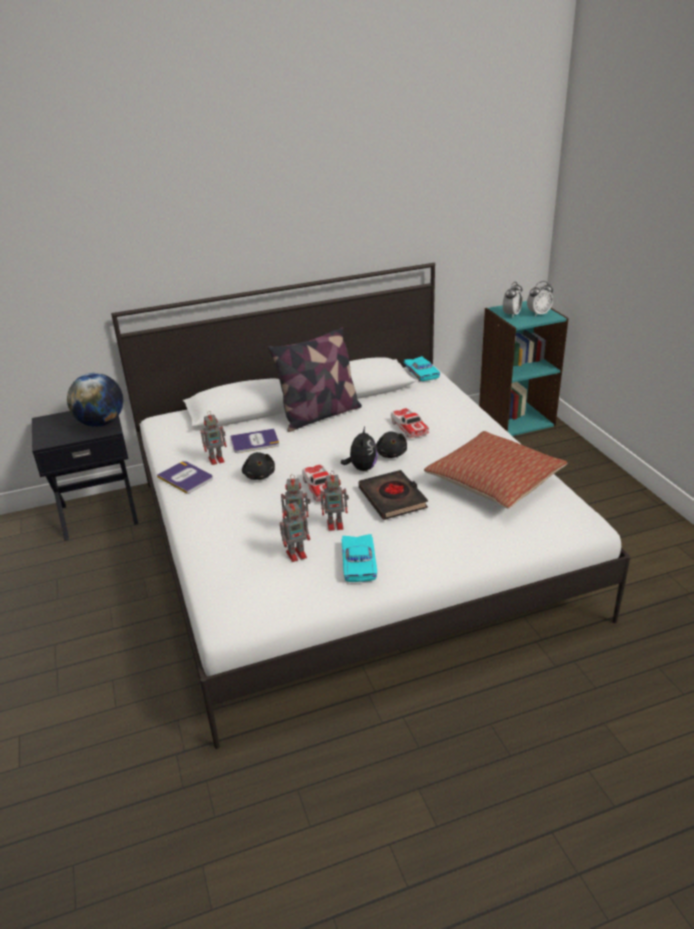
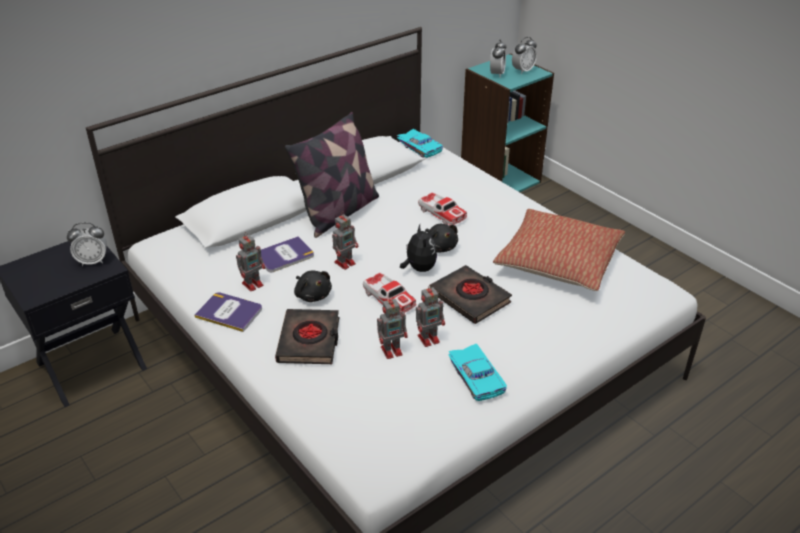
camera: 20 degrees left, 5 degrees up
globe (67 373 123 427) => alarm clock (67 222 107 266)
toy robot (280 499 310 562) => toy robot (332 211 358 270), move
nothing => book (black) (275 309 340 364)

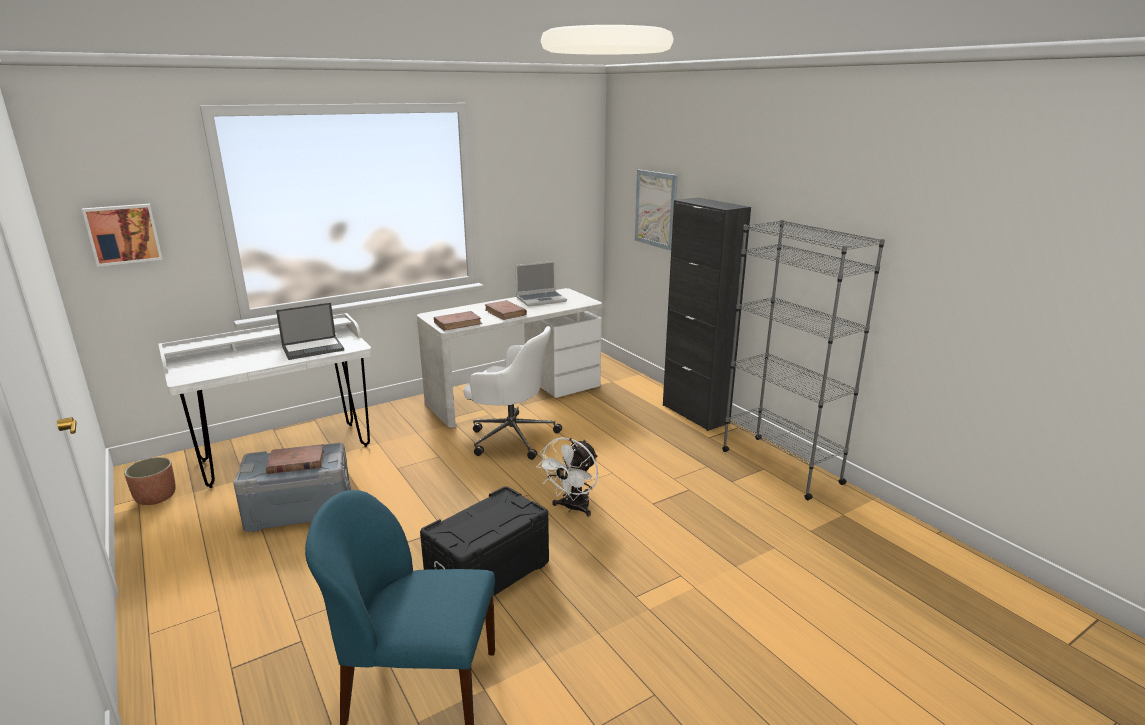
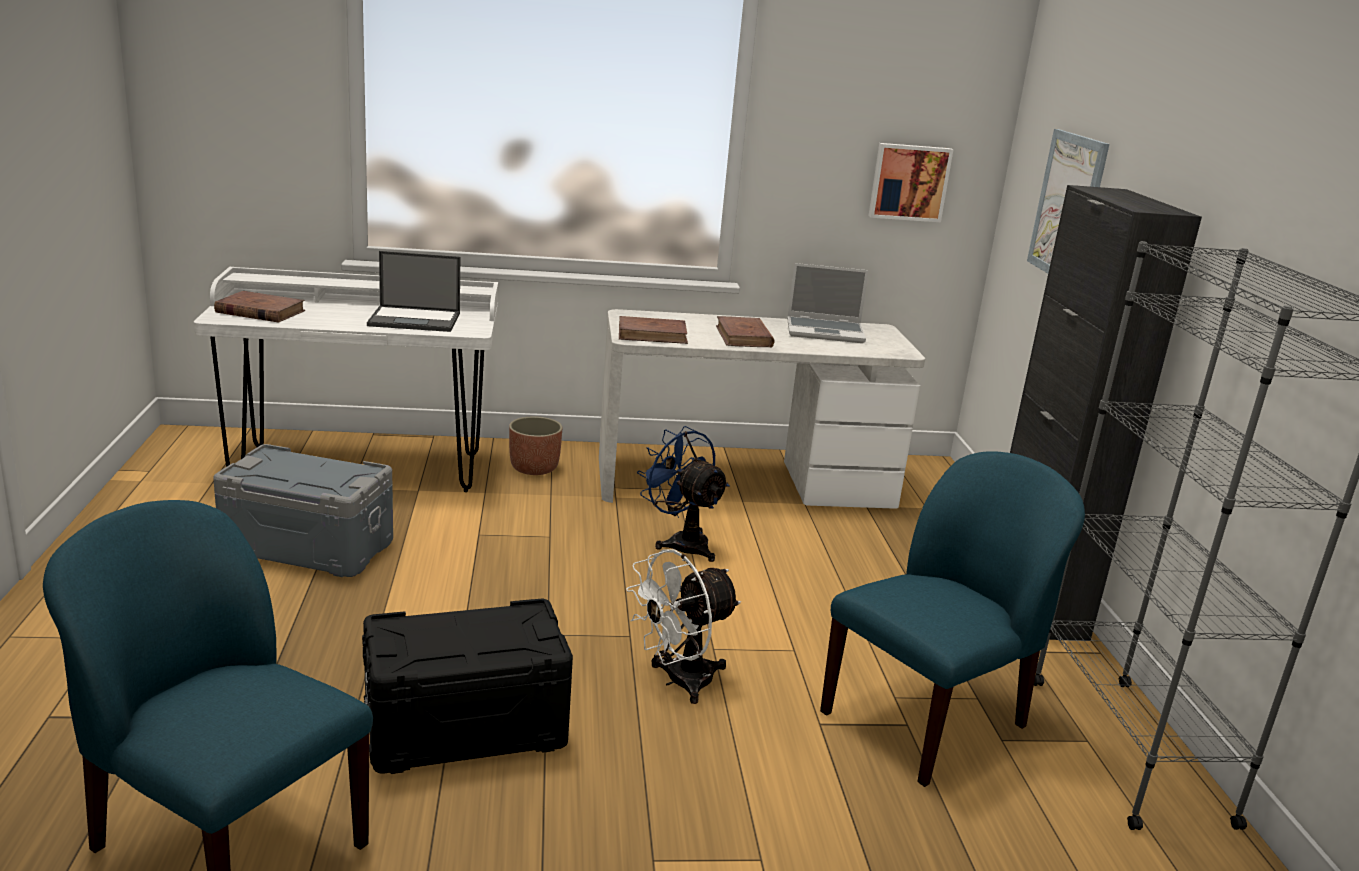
camera: 25 degrees right, 0 degrees up
picture (82 204 163 267) => picture (869 143 953 222), move
planter (124 457 176 505) => planter (509 416 563 475), move
book (brown) (266 444 324 474) => book (brown) (214 291 305 323), move
office chair (white) (463 326 562 460) => fan (blue) (637 426 730 562)
nothing => chair (blue) (820 451 1085 787)

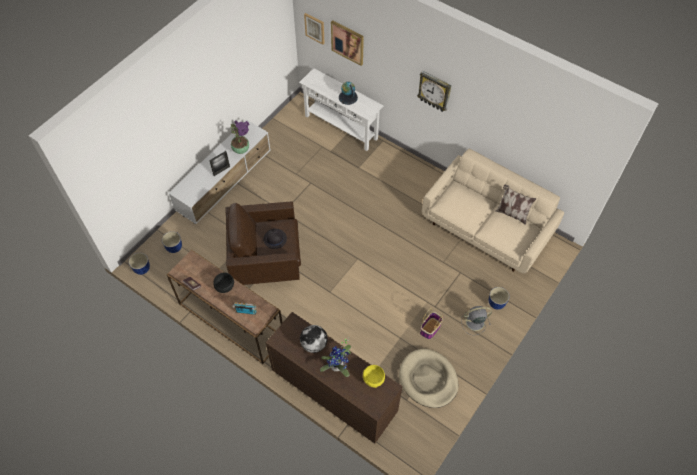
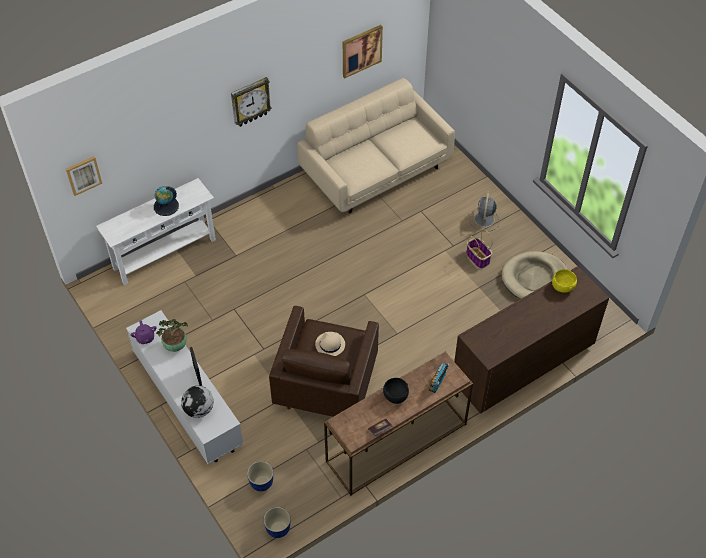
camera: 70 degrees left, 5 degrees down
hat (black) (263 229 287 249) => hat (beige) (315 332 345 356)
globe (300 325 328 353) => globe (181 386 214 418), move
potted plant (320 338 351 377) => nothing
picture (331 20 364 66) => picture (343 25 383 78), move
planter (489 287 509 310) => nothing
pillow (495 184 536 225) => nothing

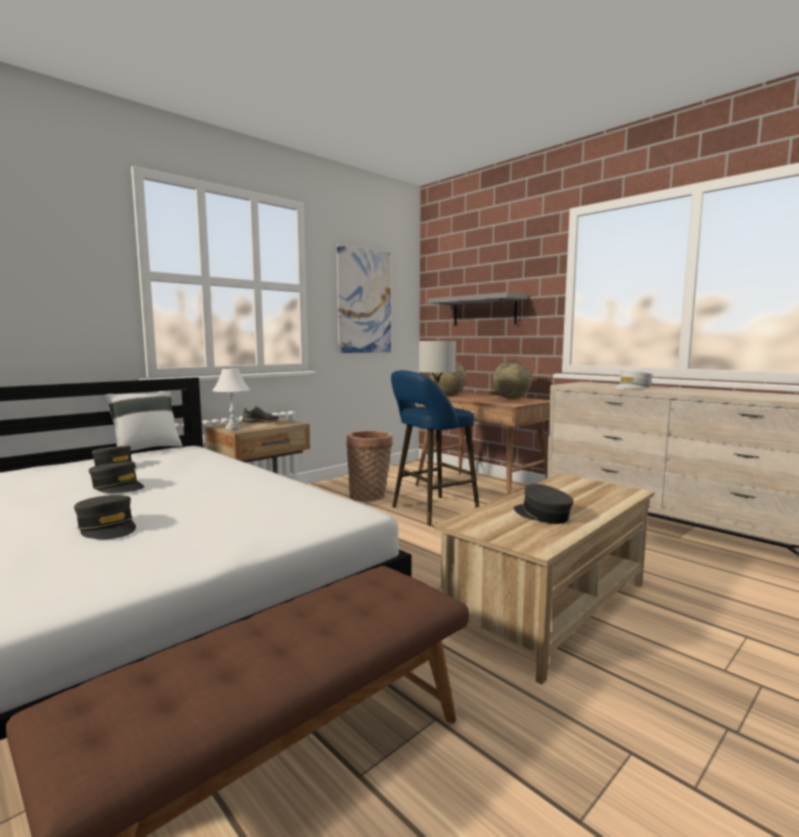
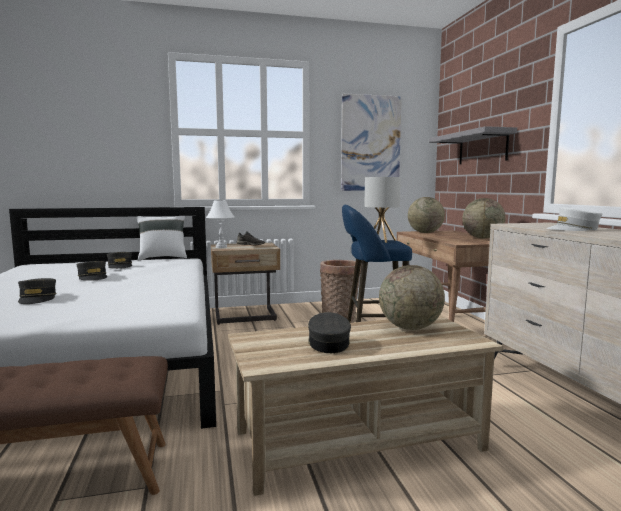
camera: 30 degrees right, 0 degrees up
nothing => globe (379 265 445 330)

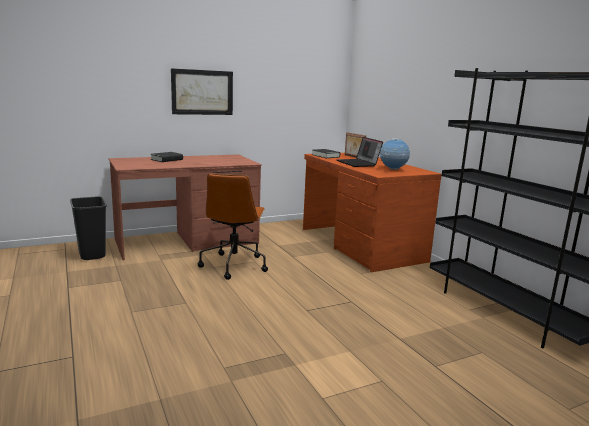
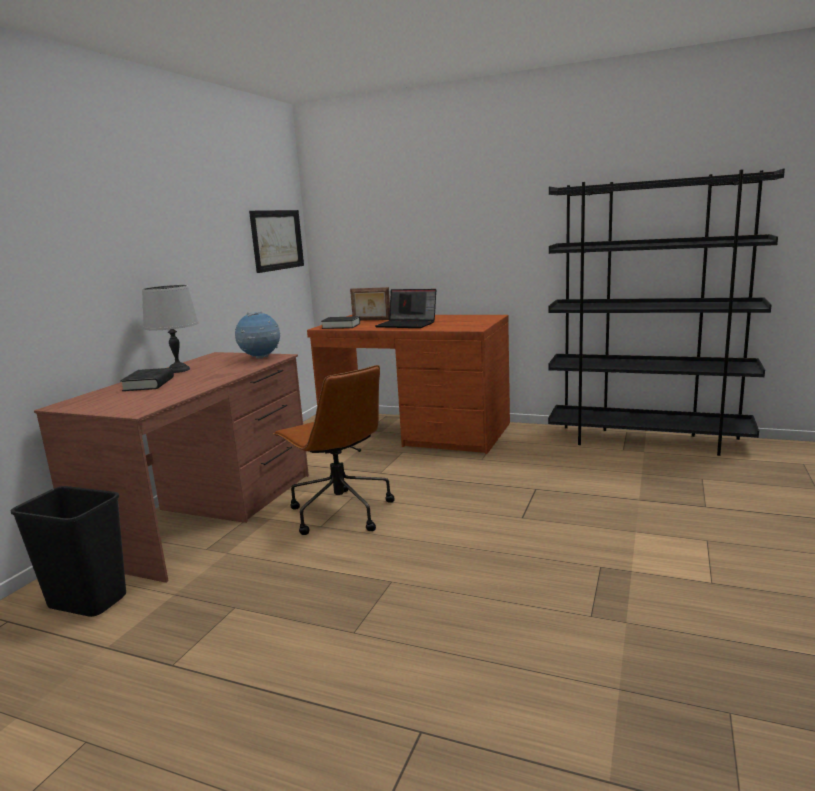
camera: 40 degrees left, 0 degrees up
picture (171 68 233 115) => picture (249 210 304 273), move
globe (380 138 410 170) => globe (235 311 280 359), move
nothing => table lamp (grey) (142 285 198 373)

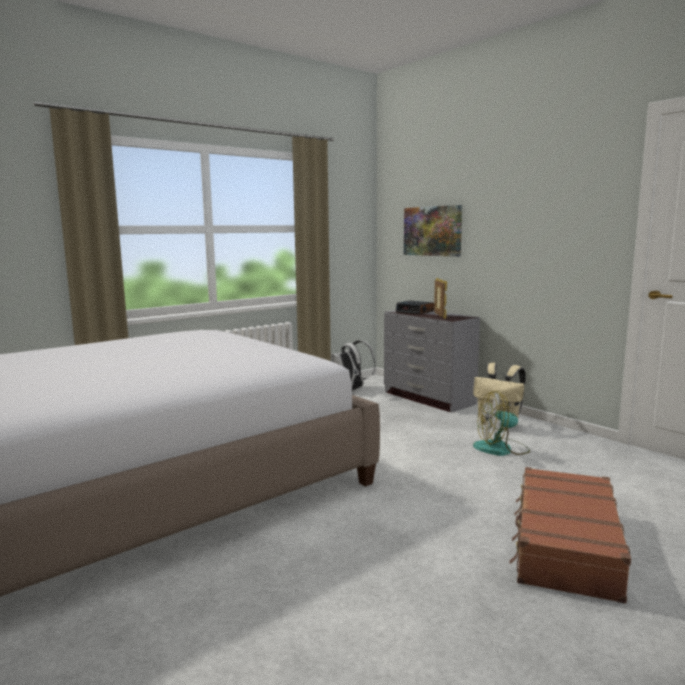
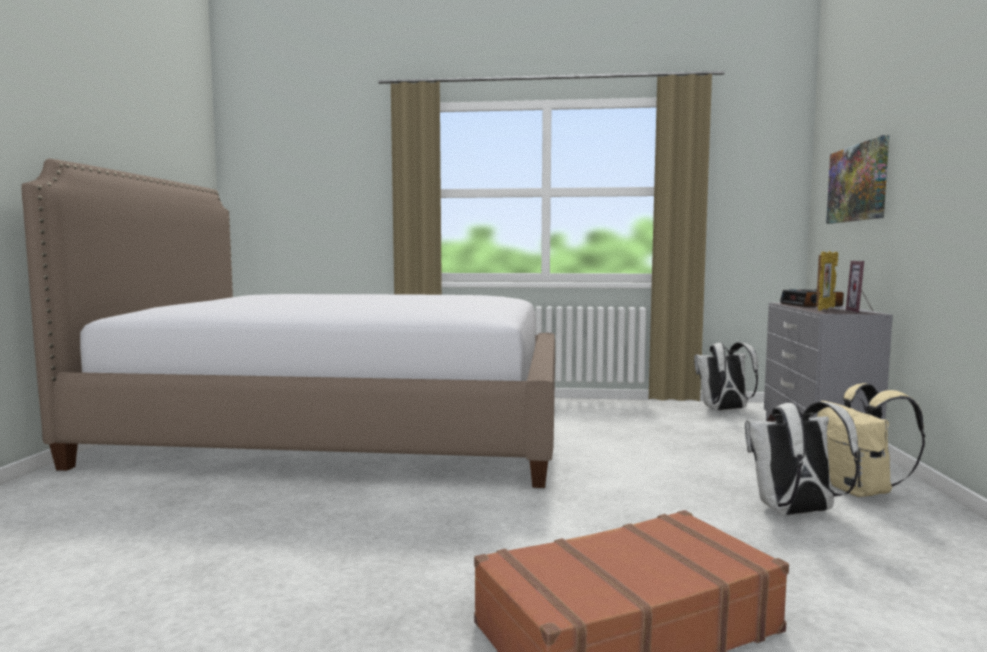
camera: 45 degrees right, 5 degrees down
fan (473 391 530 456) => backpack (white) (745 402 859 516)
nothing => picture frame (846 261 873 313)

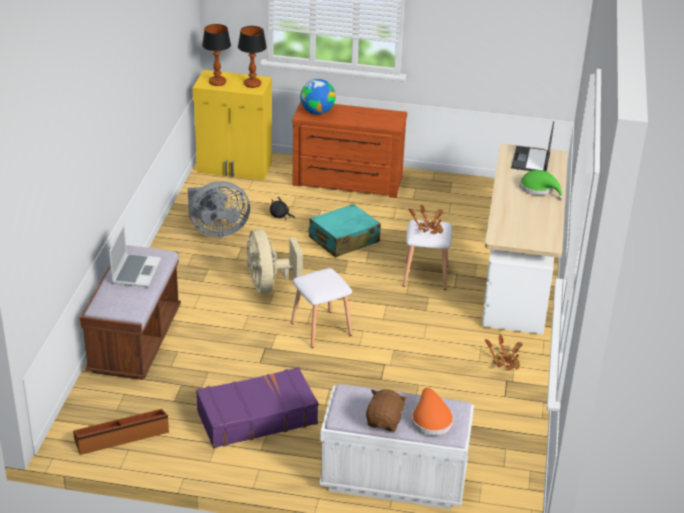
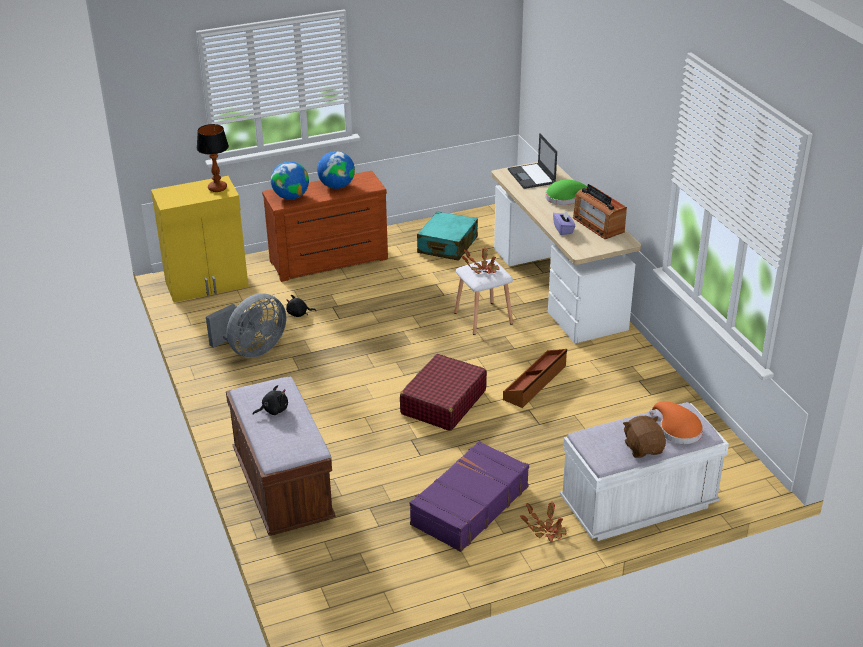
camera: 30 degrees left, 0 degrees up
storage box (brown) (73 409 169 455) => storage box (brown) (503 349 567 408), move
laptop (109 224 161 287) => plush toy (black) (253 385 288 415)
table lamp (202 24 231 86) => nothing
fan (beige) (246 229 303 294) => nothing
stool (white) (291 268 352 348) => suitcase (red) (400 354 487 431)
suitcase (turquoise) (309 204 381 257) => suitcase (turquoise) (417 211 478 261), move
potted plant (485 335 523 370) => potted plant (520 502 567 542), move
nothing => globe (317 151 355 189)
nothing => tissue box (purple) (553 211 576 235)
nothing => radio (573 184 627 239)

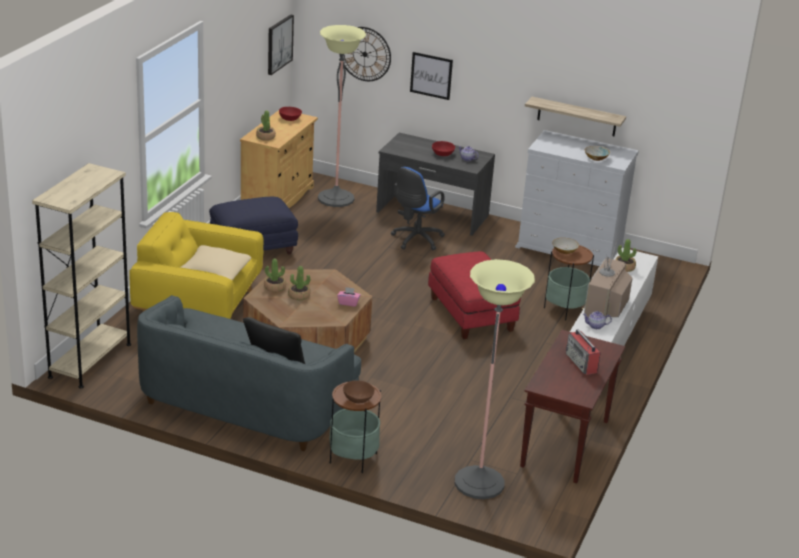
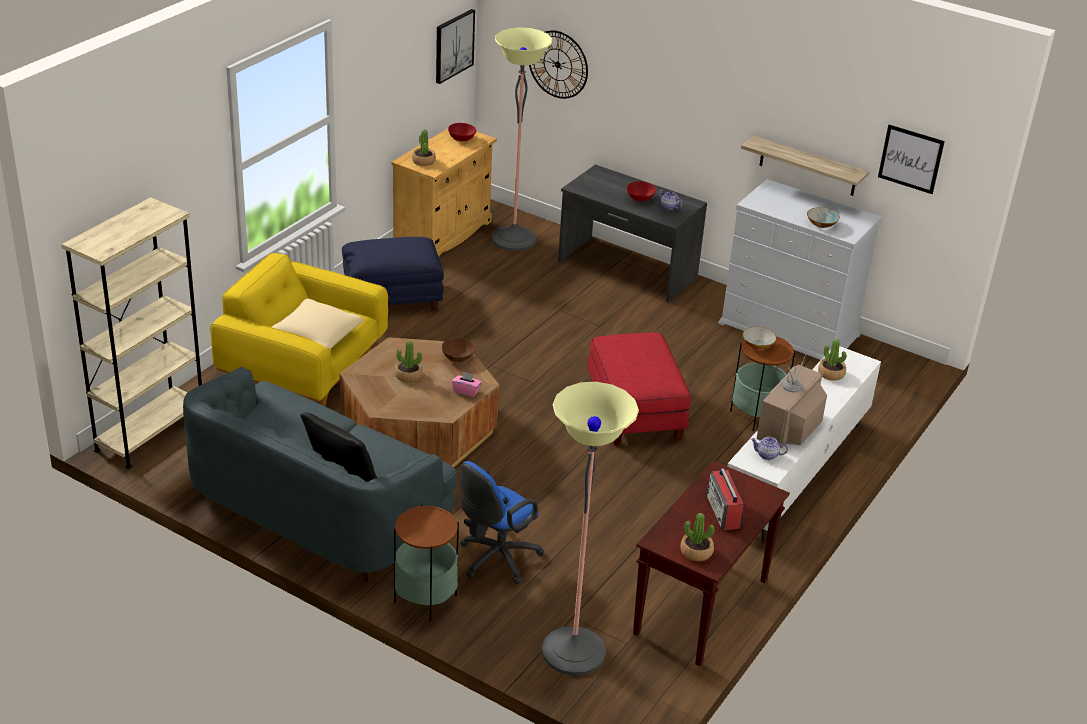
camera: 10 degrees right, 5 degrees up
potted plant (264 258 286 292) => potted plant (680 513 715 561), move
bowl (brown) (343 380 375 403) => bowl (brown) (442 338 475 362), move
office chair (blue) (391 167 445 250) => office chair (blue) (460 461 544 584), move
picture (410 52 453 100) => picture (878 125 945 194), move

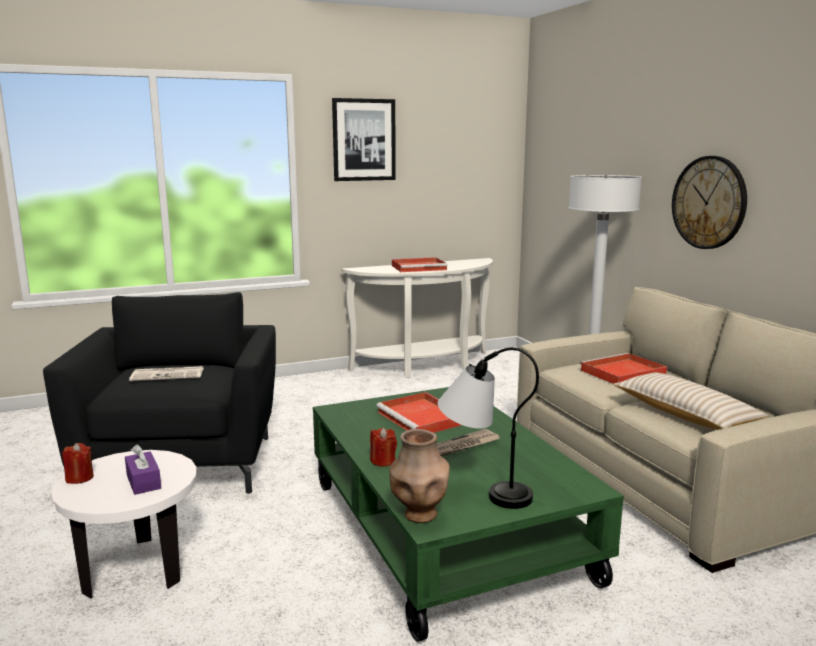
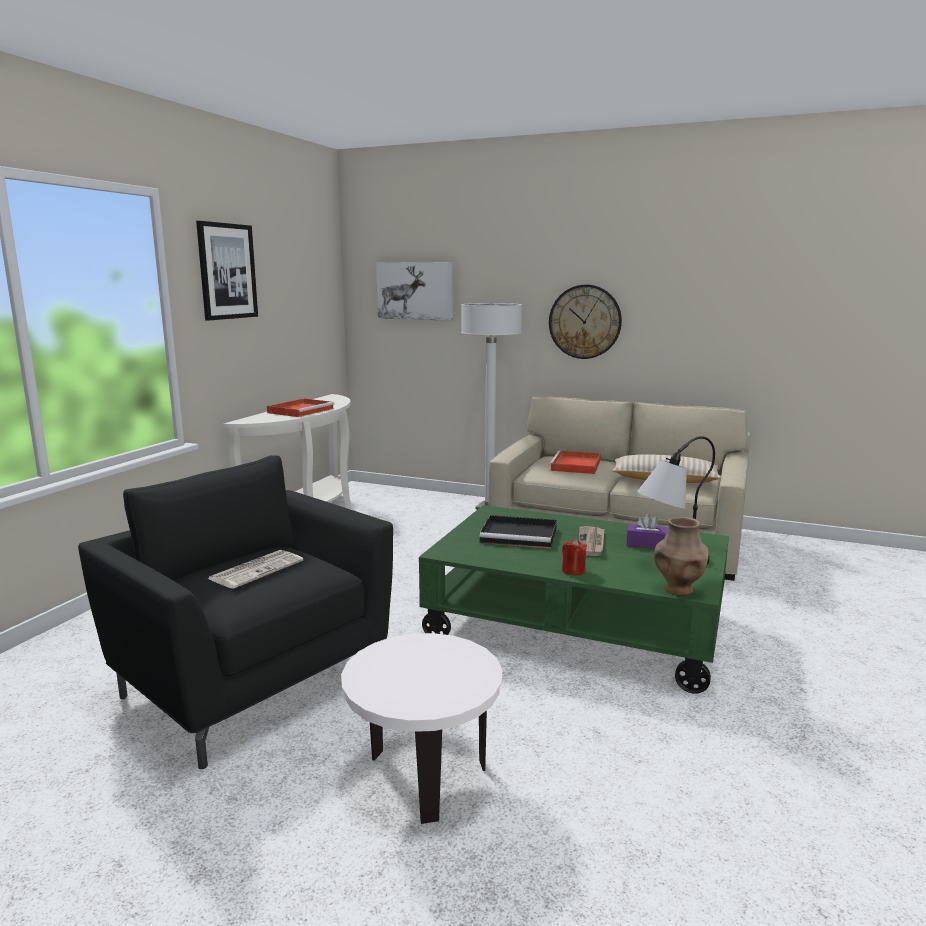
camera: 45 degrees left, 0 degrees up
candle (red) (62 443 94 484) => nothing
tissue box (purple) (125 444 161 495) => tissue box (purple) (627 514 668 549), move
tray (red) (376 392 461 433) => tray (black) (480 515 557 548)
nothing => picture (376 262 453 321)

